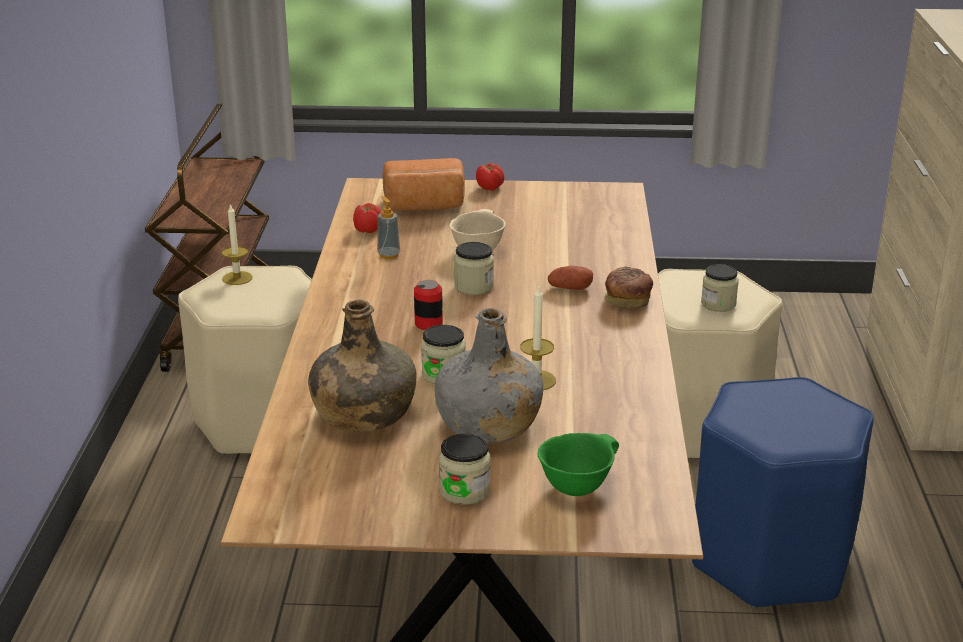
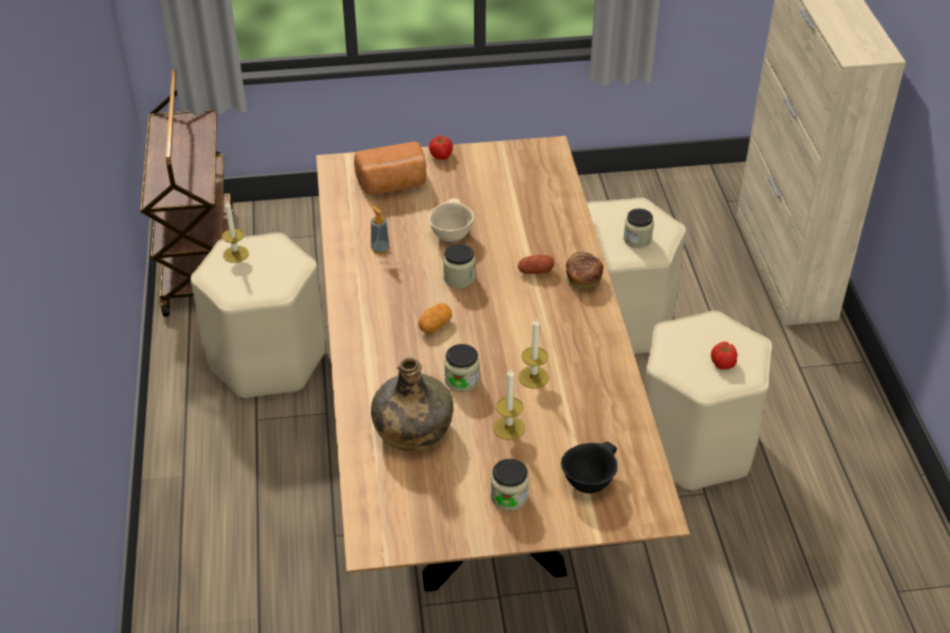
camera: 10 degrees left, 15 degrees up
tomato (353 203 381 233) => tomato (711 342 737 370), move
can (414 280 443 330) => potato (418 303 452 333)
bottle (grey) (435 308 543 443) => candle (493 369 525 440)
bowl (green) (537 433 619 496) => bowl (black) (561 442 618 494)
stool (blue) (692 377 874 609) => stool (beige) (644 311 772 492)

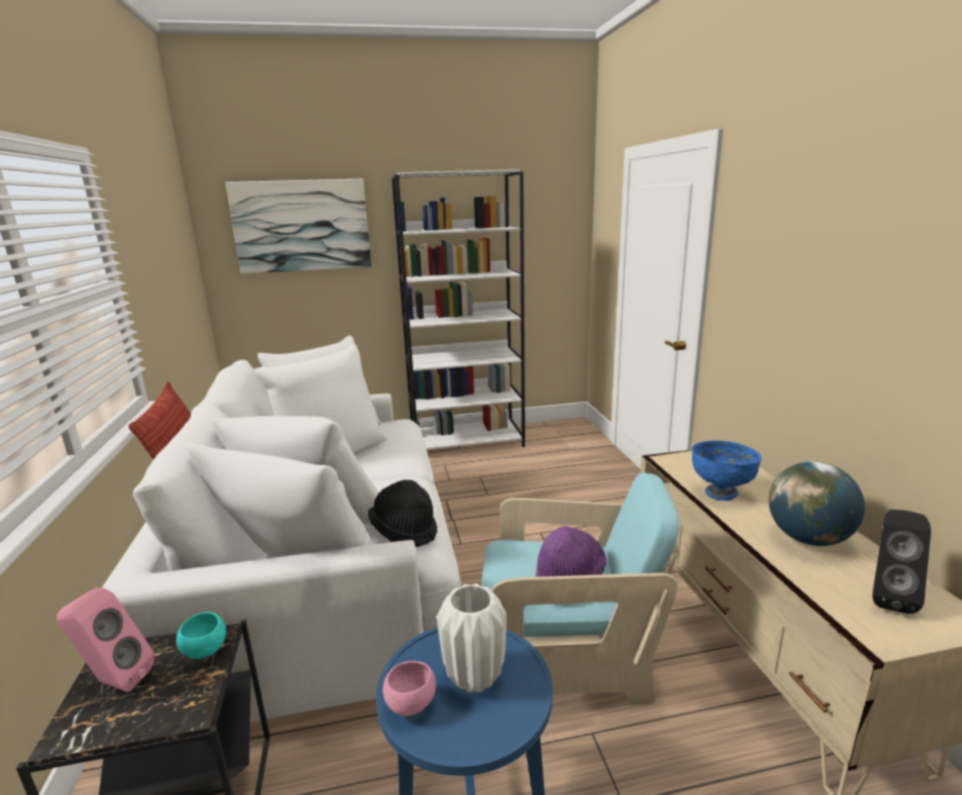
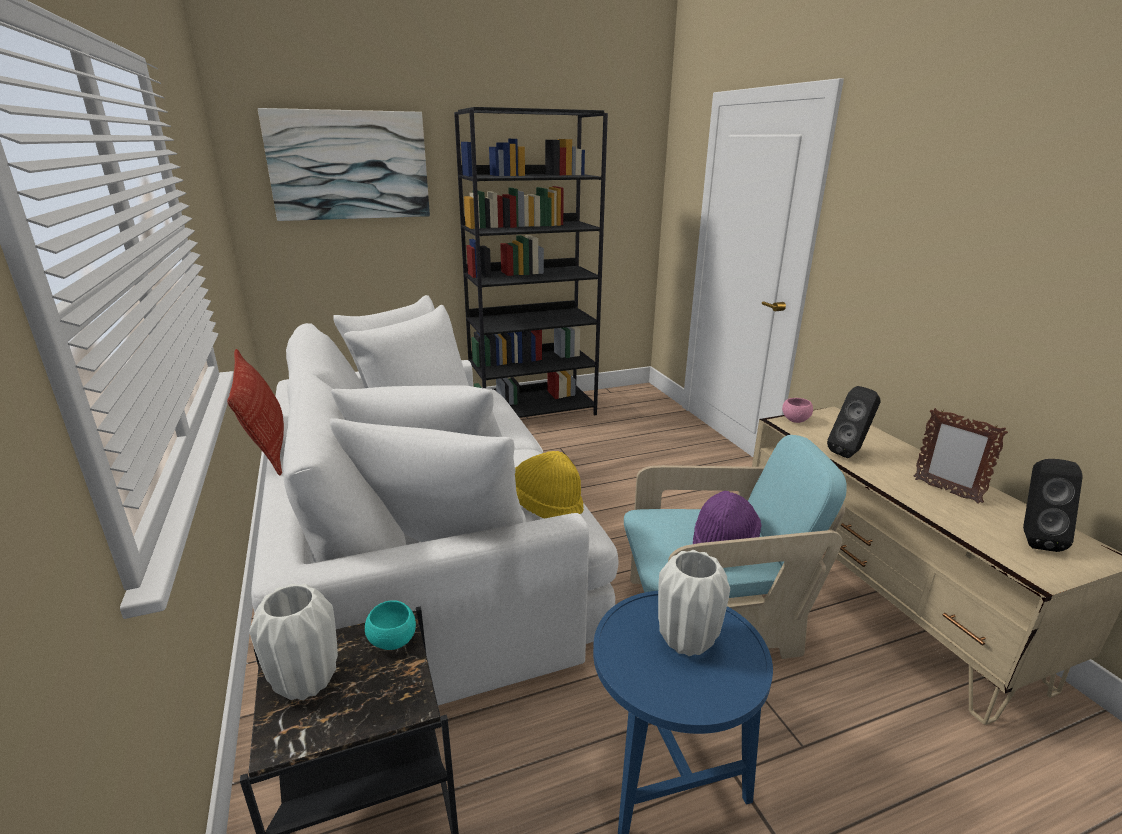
camera: 10 degrees left, 5 degrees up
speaker (pink) (57 587 155 692) => vase (white) (249 584 338 700)
hat (black) (368 480 437 547) => hat (yellow) (515 451 584 518)
bowl (pink) (383 661 436 716) => bowl (pink) (782 398 813 423), move
bookcase (white) (392 169 525 450) => bookcase (black) (454 107 608 418)
bowl (blue) (692 441 762 501) => speaker (black) (827 386 881 458)
globe (768 461 865 546) => picture frame (914 408 1008 504)

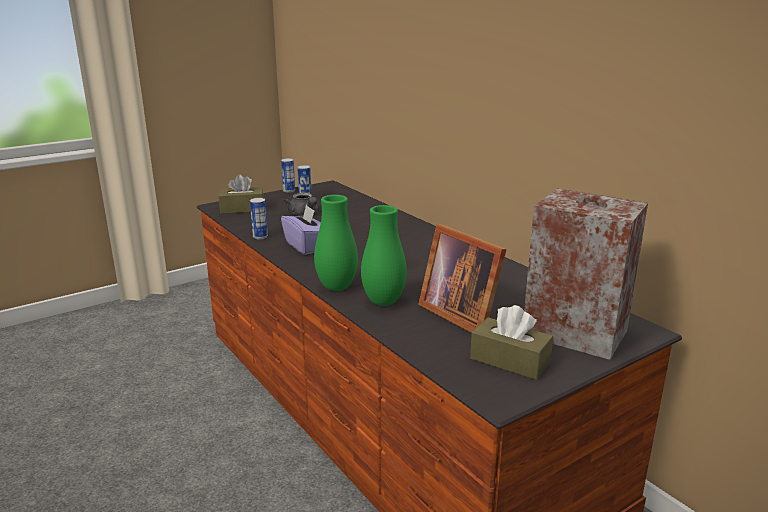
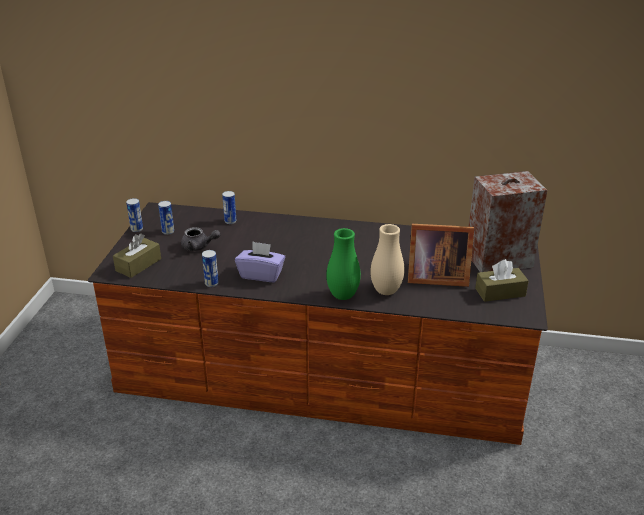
camera: 45 degrees left, 10 degrees up
vase (green) (361 205 407 306) => vase (beige) (370 224 404 295)
nothing => can (222 191 236 224)

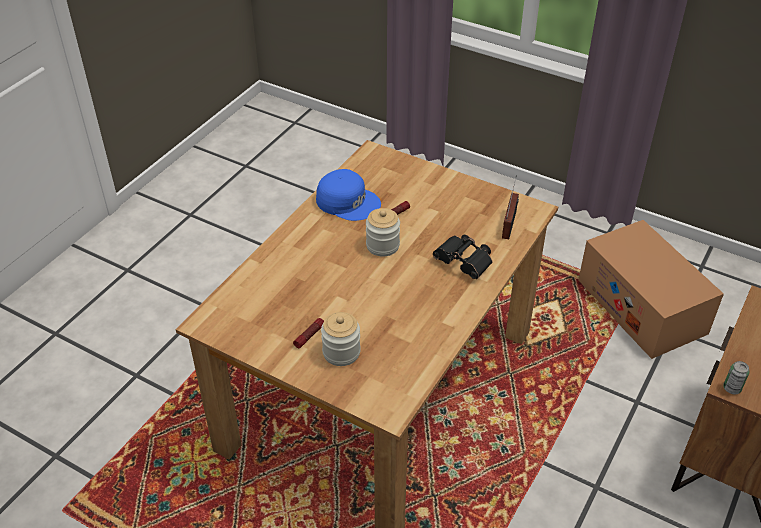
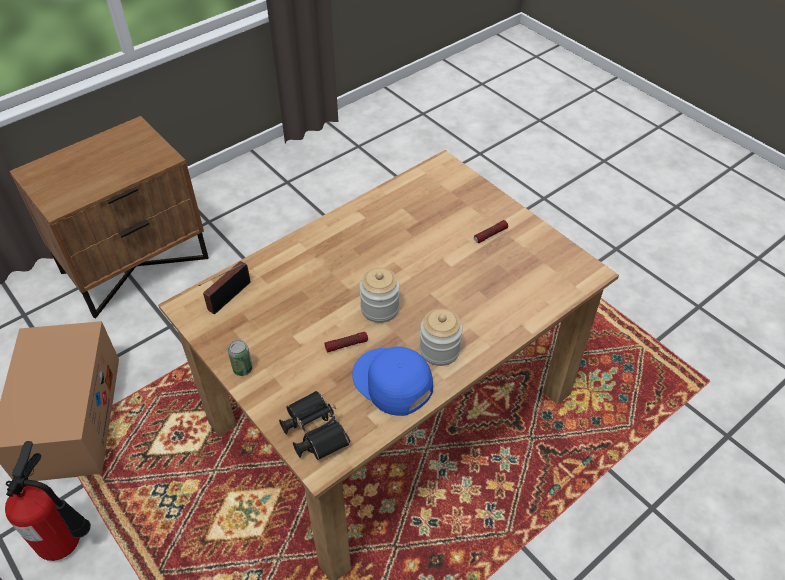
camera: 160 degrees left, 5 degrees up
jar (321 312 361 366) => jar (420 308 463 366), move
binoculars (black) (433 235 492 279) => binoculars (black) (279 391 350 460), move
can (723 361 750 394) => can (228 340 253 376), move
nothing => fire extinguisher (5 441 91 561)

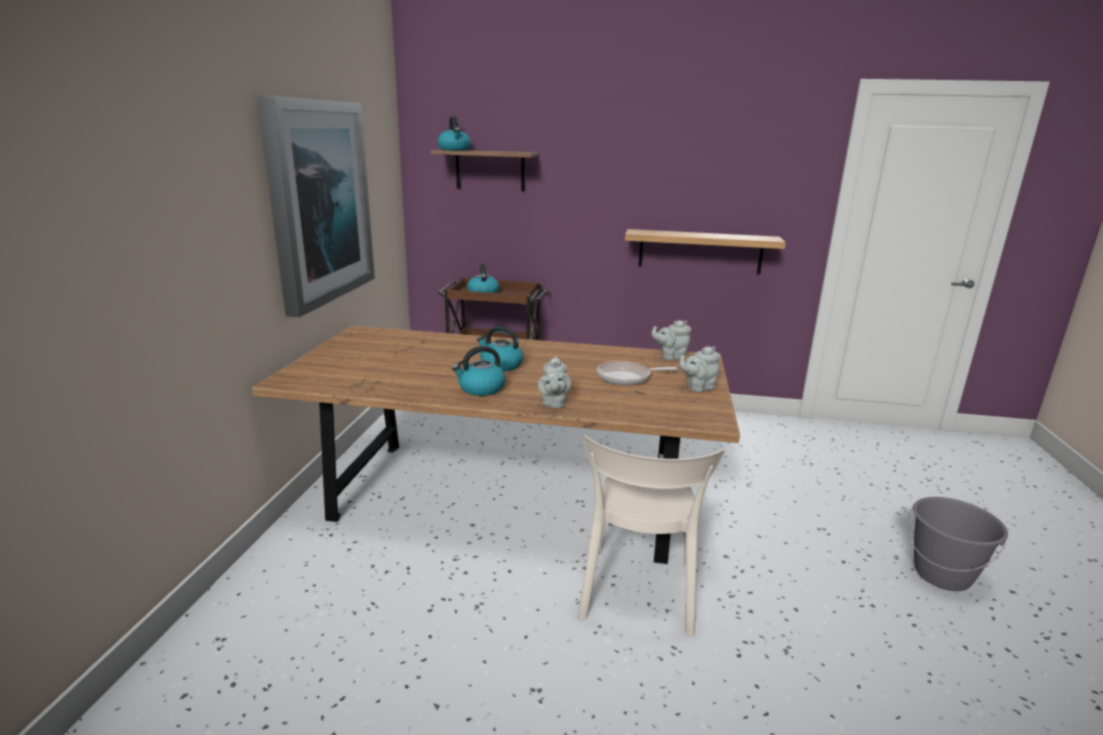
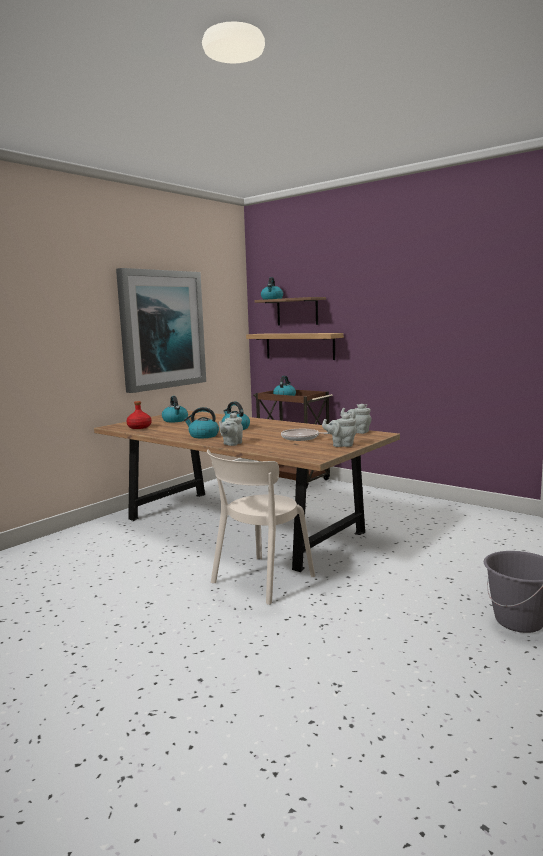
camera: 30 degrees right, 10 degrees down
shelf (625 229 786 274) => shelf (246 333 344 360), move
nothing => bottle (red) (126 401 152 429)
nothing => kettle (162 396 188 422)

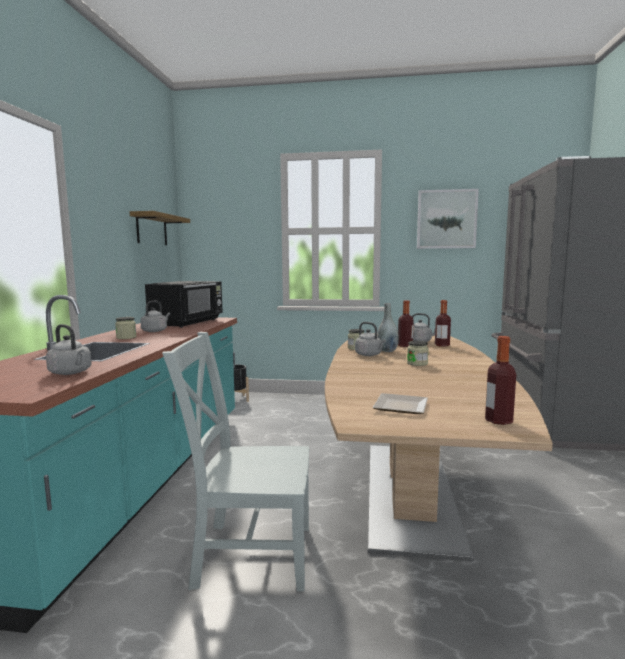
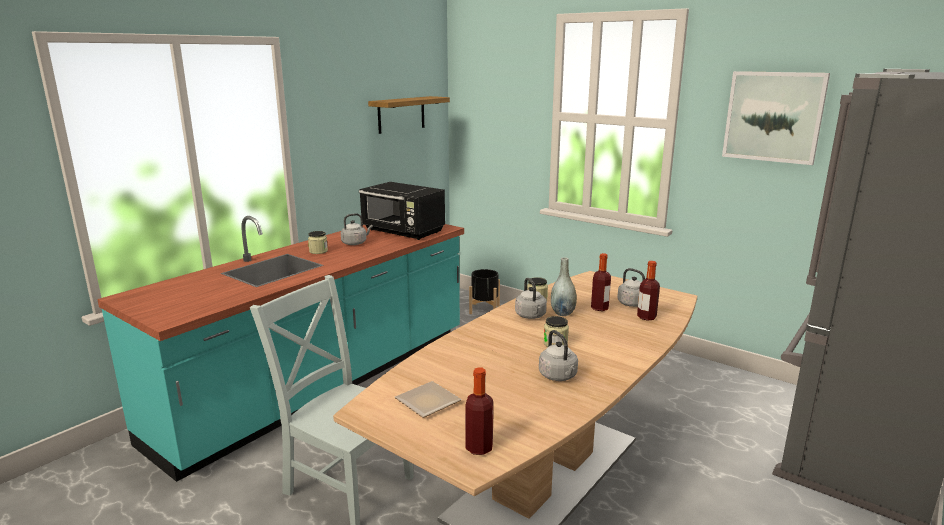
camera: 30 degrees right, 10 degrees up
kettle (grey) (46 324 92 375) => kettle (grey) (539 330 578 381), move
microwave (black) (145 281 223 328) => microwave (black) (359 182 445 240), 75 degrees clockwise

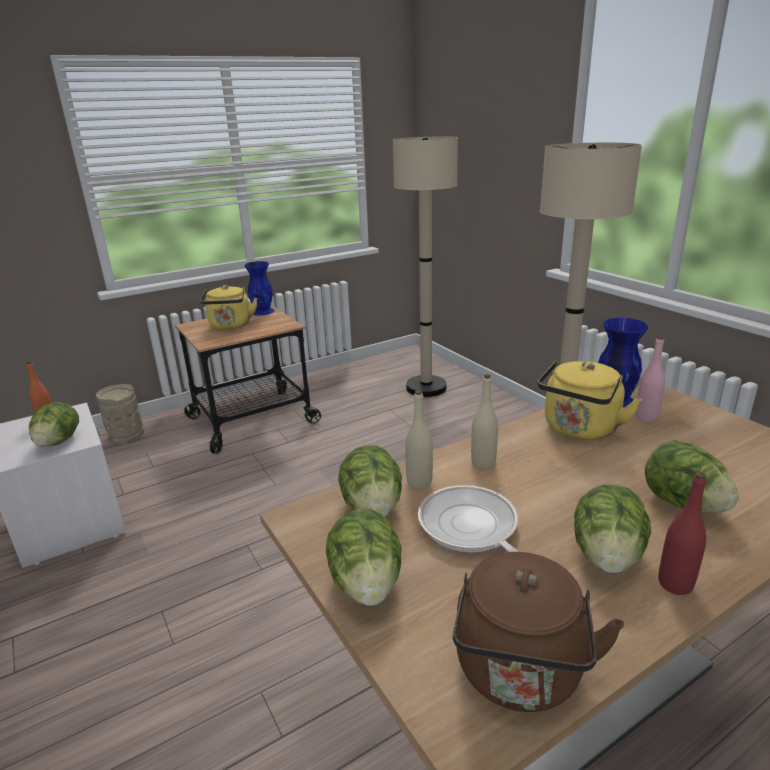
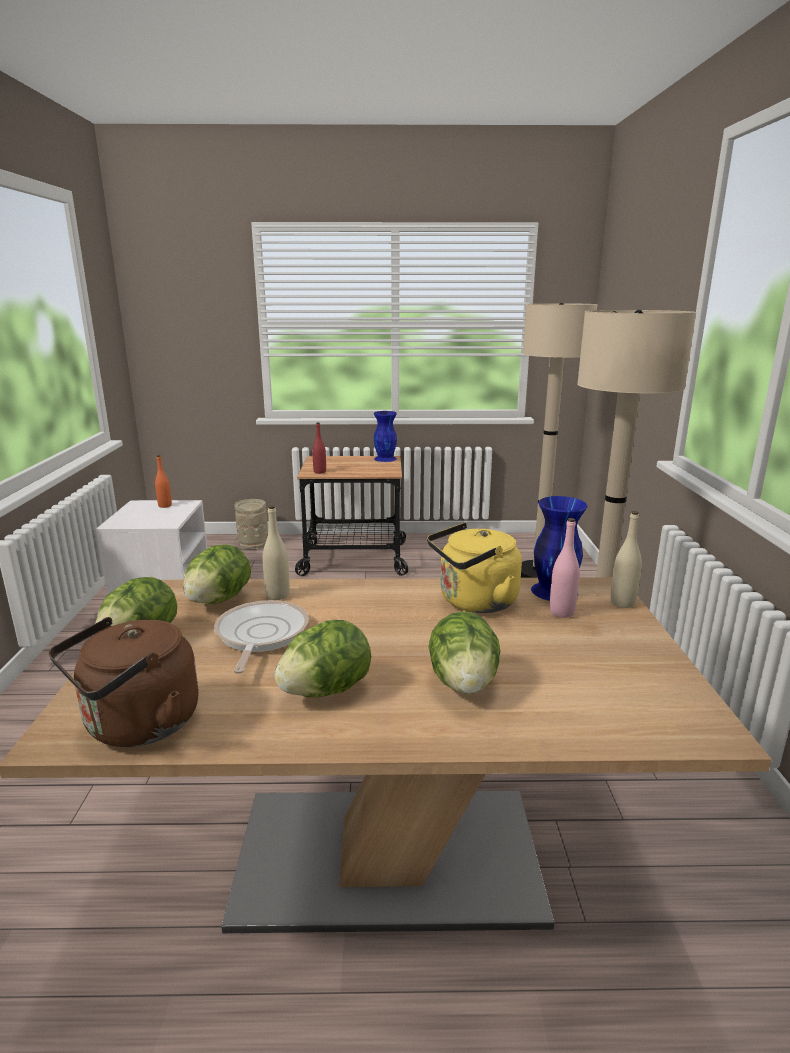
camera: 30 degrees right, 5 degrees down
lettuce (29 402 79 447) => nothing
kettle (yellow) (200 285 258 330) => nothing
bottle (beige) (471 374 498 469) => bottle (beige) (611 511 642 608), move
bottle (red) (658 472 707 595) => bottle (red) (312 422 326 474), move

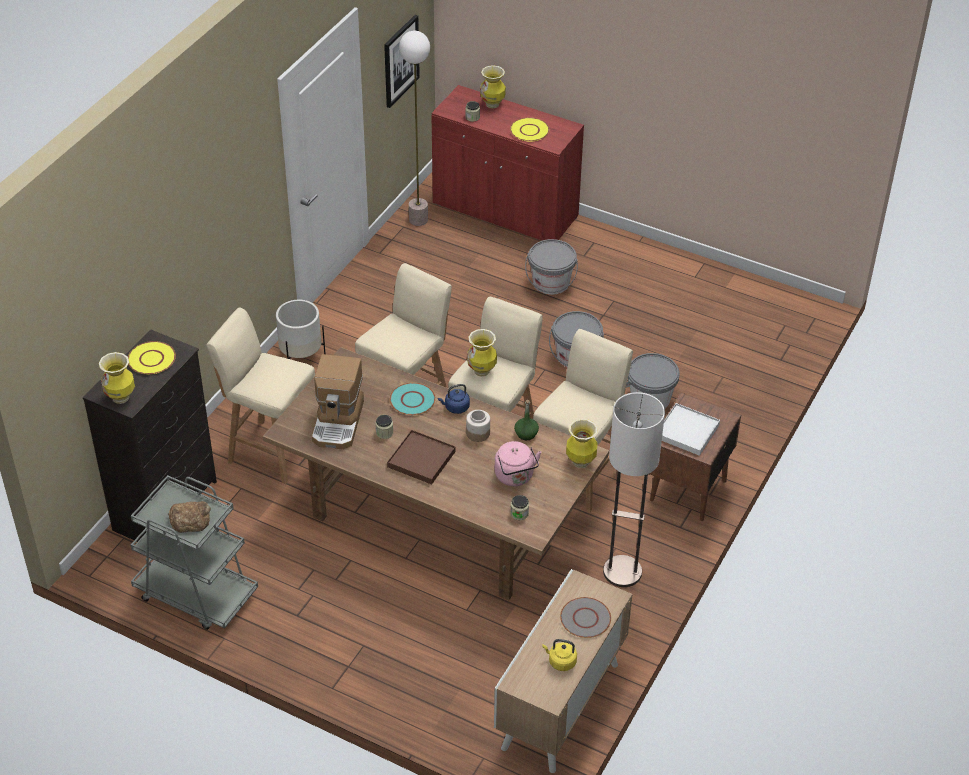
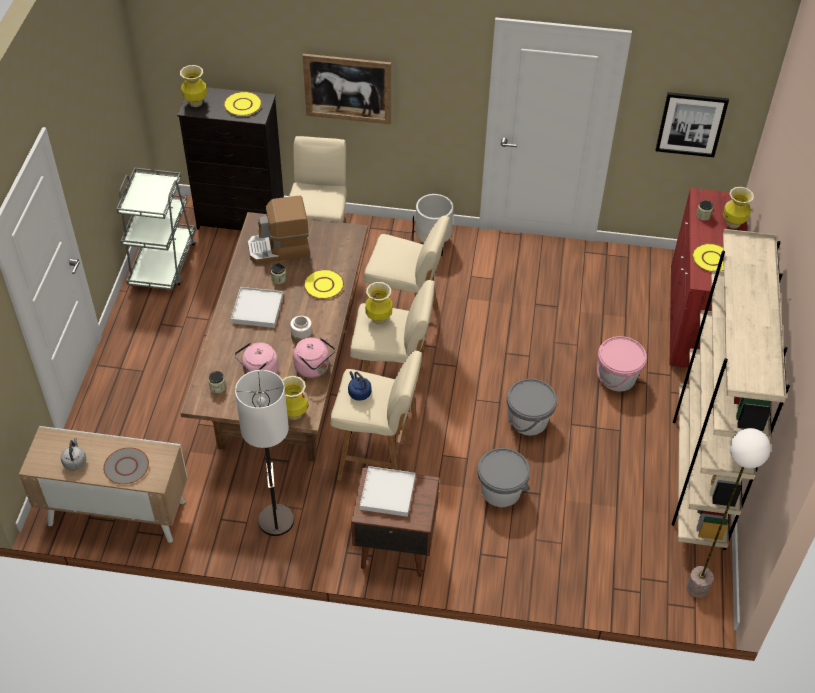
camera: 70 degrees right, 5 degrees up
bread (168 501 211 533) => nothing
tray (brown) (387 430 456 484) => tray (white) (231 287 283 328)
plate (turquoise) (390 383 436 415) => plate (yellow) (304 269 344 299)
floor lamp (399 31 430 226) => floor lamp (686 428 771 598), move
kettle (blue) (438 384 470 414) => kettle (blue) (348 371 372 401), move
bottle (green) (514 400 539 440) => kettle (pink) (293 337 335 378)
bucket (grey) (525 239 578 295) => bucket (pink) (597 336 647 391)
kettle (yellow) (542 639 577 671) => kettle (grey) (61 438 87 471)
nothing => picture (303 54 391 124)
nothing => bookcase (beige) (671 229 790 550)

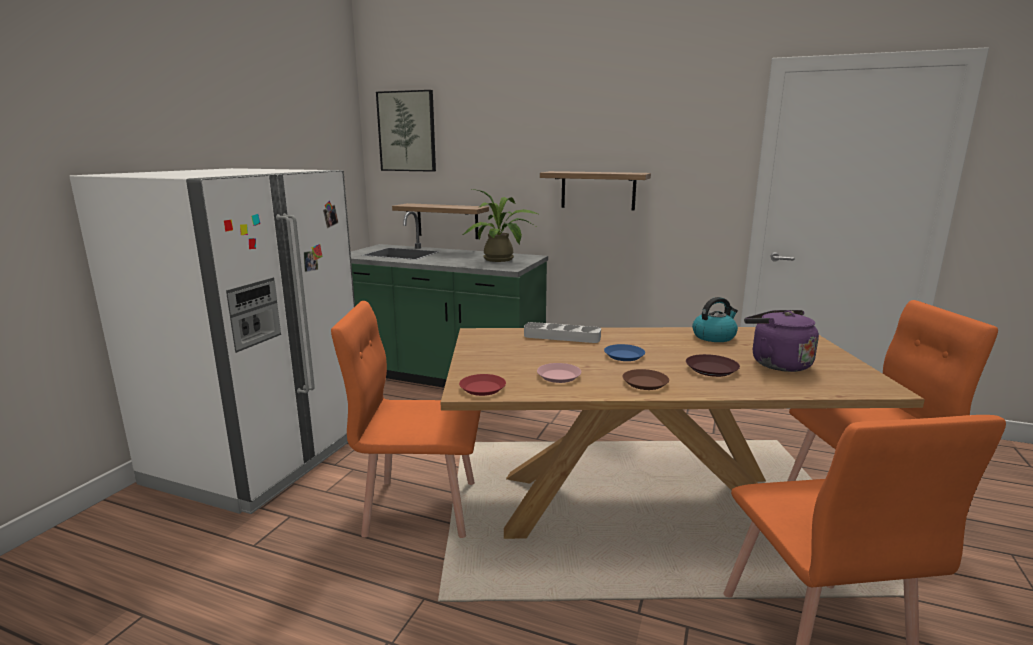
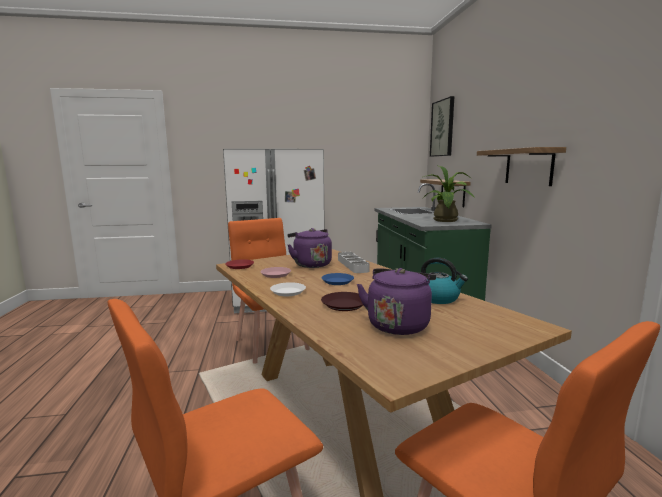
camera: 60 degrees right, 5 degrees down
plate (brown) (622 369 669 390) => plate (white) (270 282 306 296)
nothing => kettle (purple) (288 228 332 268)

